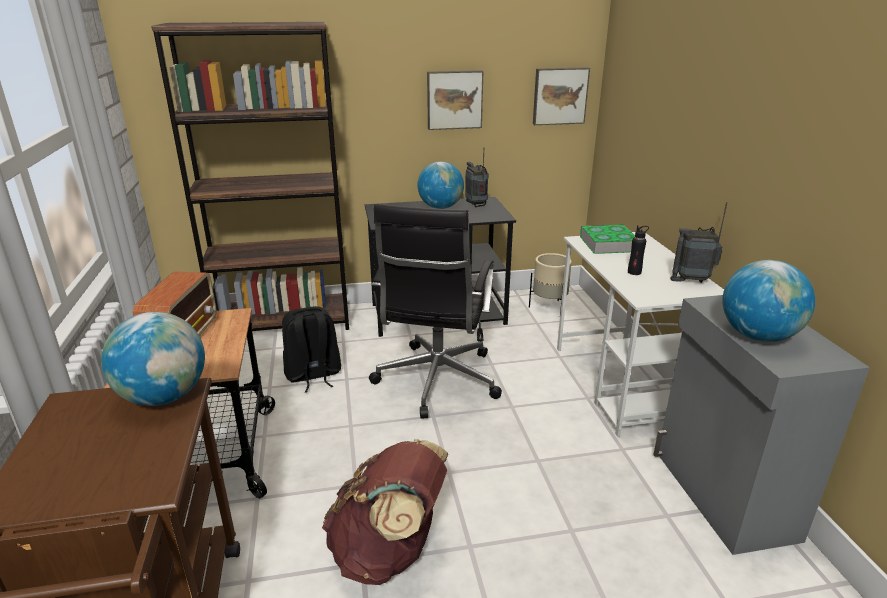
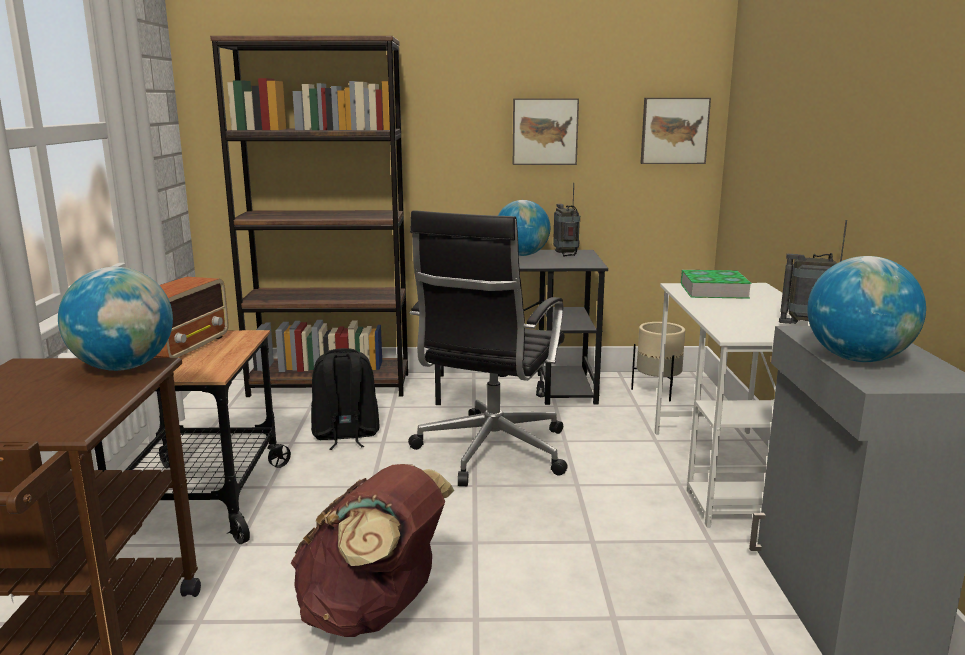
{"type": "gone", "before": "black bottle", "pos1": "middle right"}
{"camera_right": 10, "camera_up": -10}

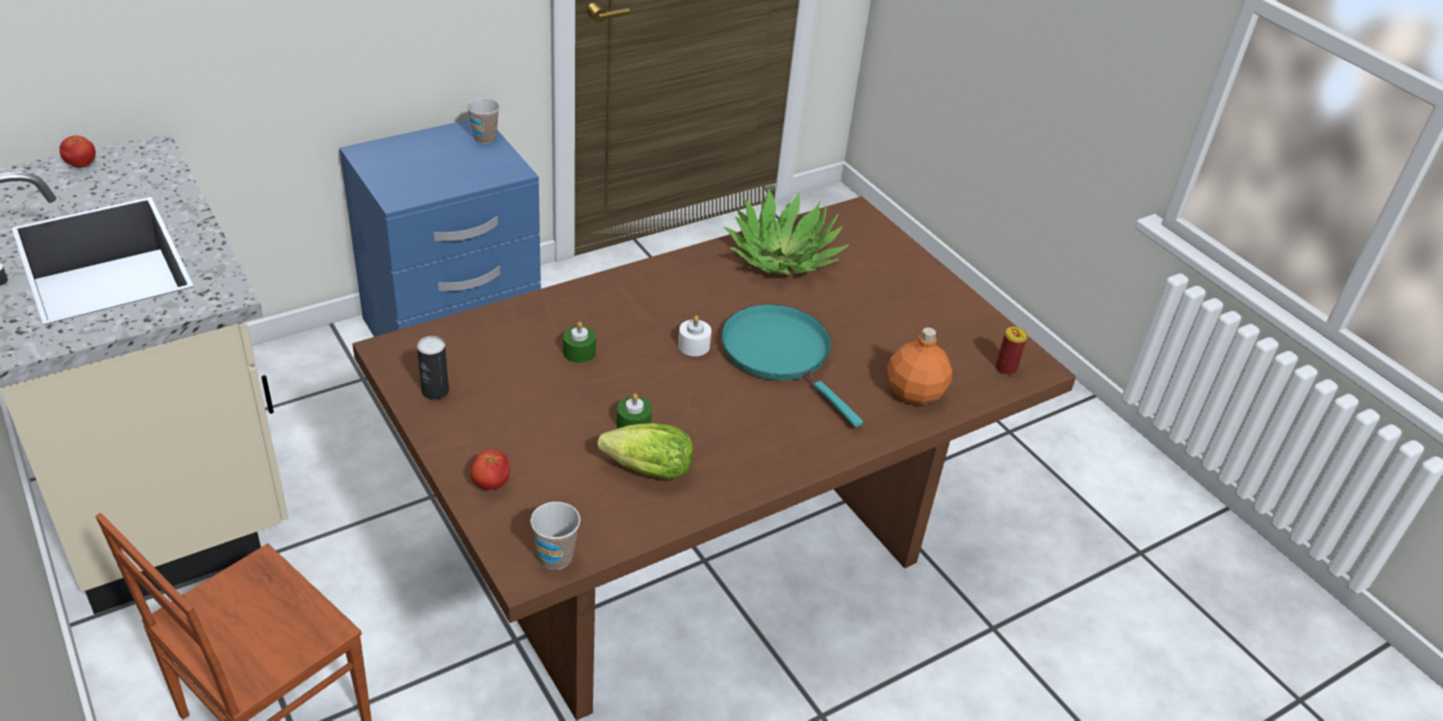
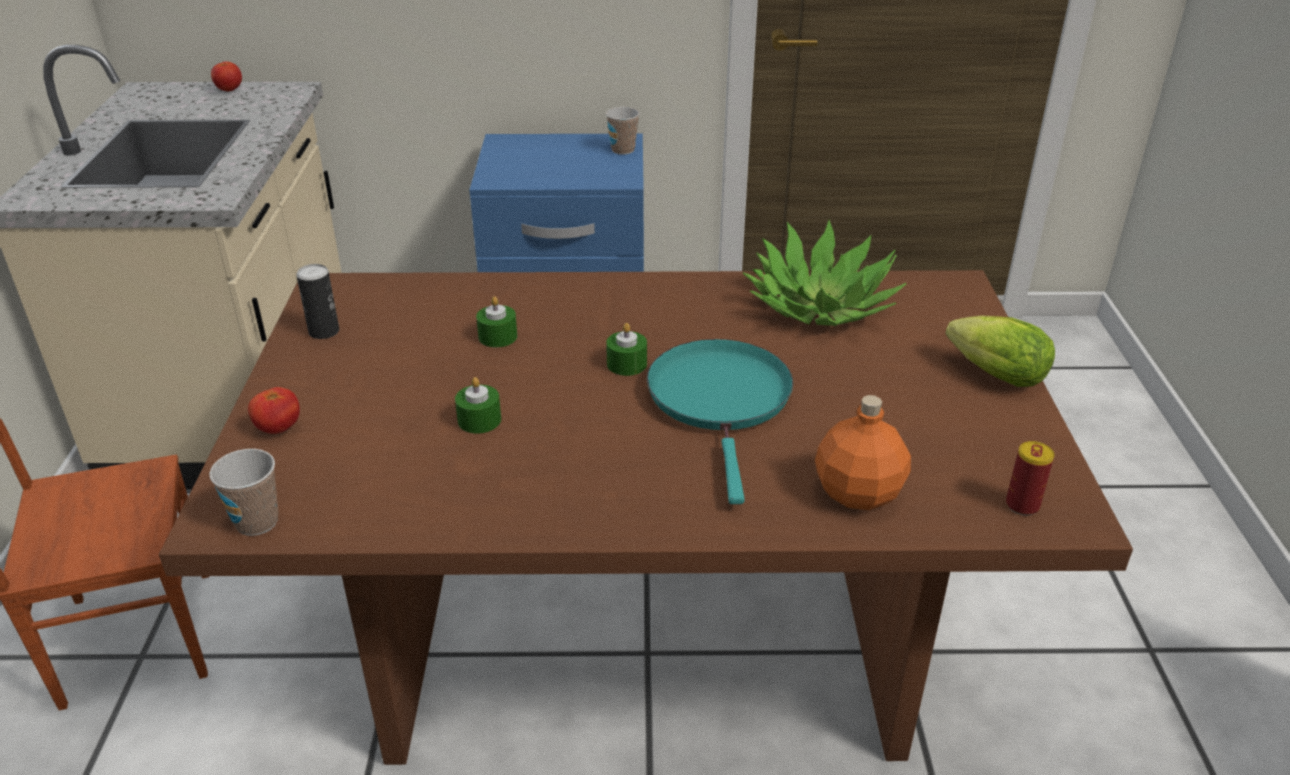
{"type": "repainted", "before": "white candle", "after": "green candle (no. 3 from left)", "pos1": "centre", "pos2": "centre"}
{"type": "shifted", "before": "lettuce", "pos1": "centre", "pos2": "middle right"}
{"camera_right": 35, "camera_up": -5}

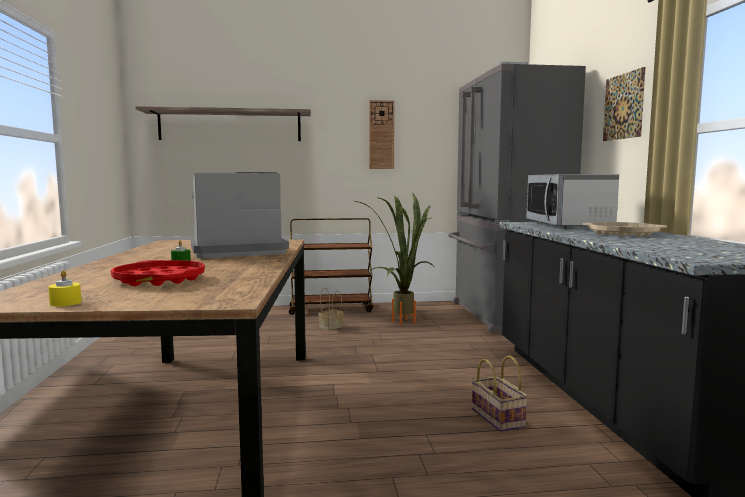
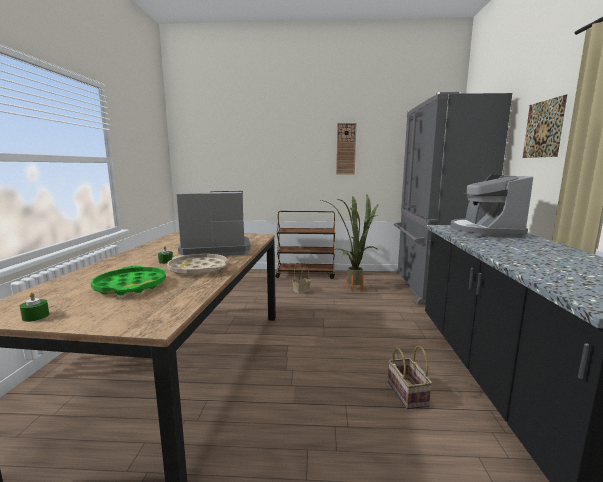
{"type": "gone", "before": "shelf", "pos1": "top left"}
{"type": "swapped", "before": "microwave", "after": "coffee machine (no. 2 from left)", "pos1": "middle right", "pos2": "middle right"}
{"type": "shifted", "before": "beige tray", "pos1": "middle right", "pos2": "middle left"}
{"type": "repainted", "before": "red tray", "after": "green tray", "pos1": "middle left", "pos2": "middle left"}
{"type": "repainted", "before": "yellow candle", "after": "green candle (no. 1 from left)", "pos1": "middle left", "pos2": "middle left"}
{"camera_right": 10, "camera_up": 5}

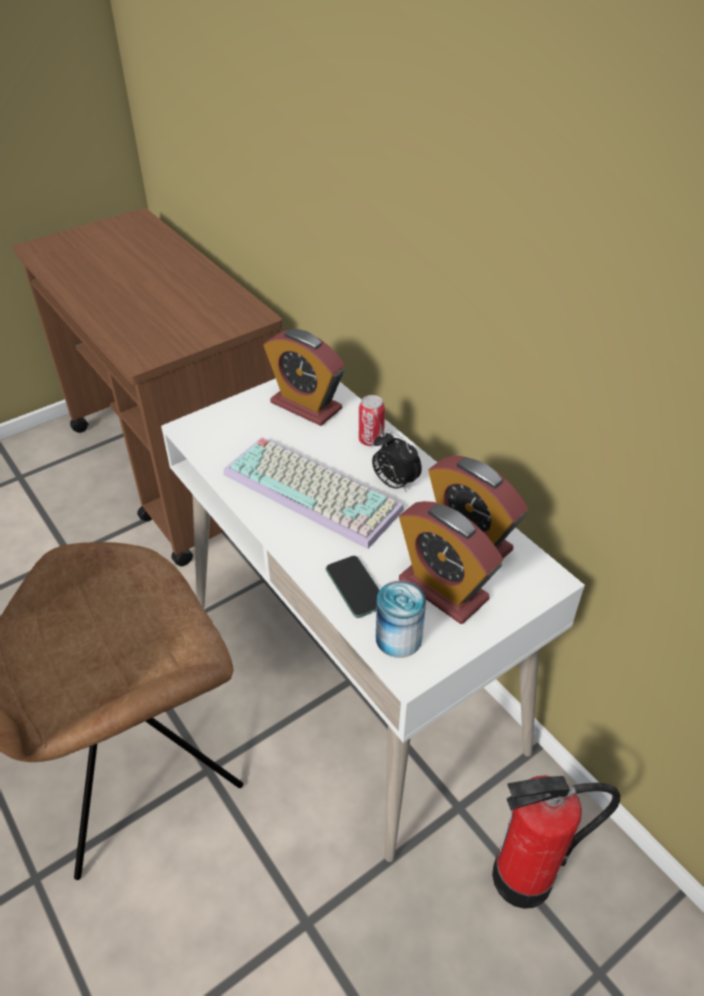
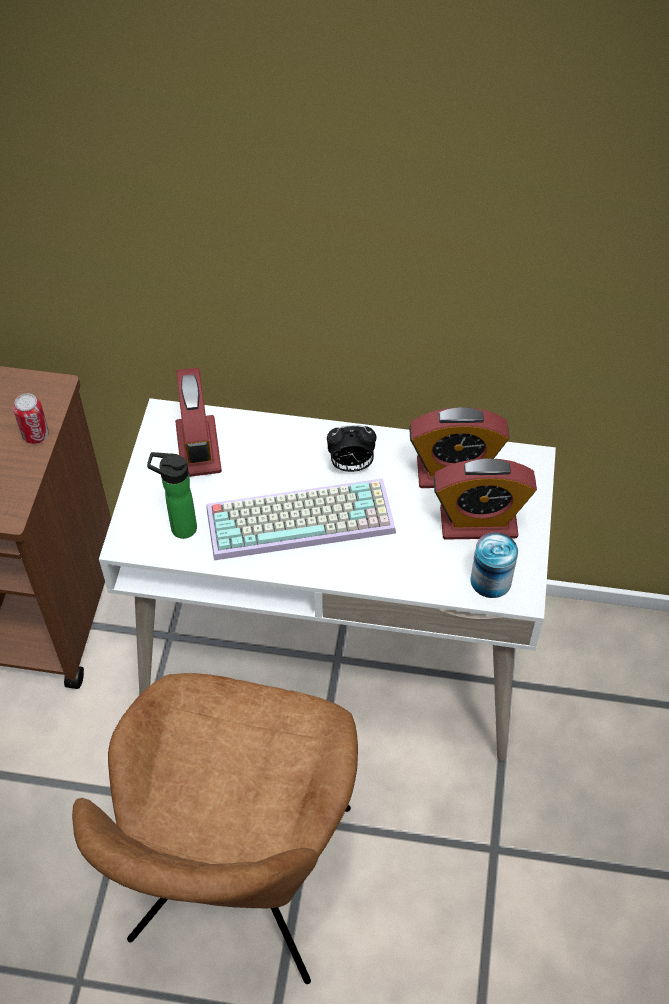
{"type": "rotated", "before": "alarm clock (no. 1 from left)", "pos1": "centre", "pos2": "middle left", "turn": 90}
{"type": "shifted", "before": "can (no. 1 from left)", "pos1": "centre", "pos2": "middle left"}
{"type": "gone", "before": "phone", "pos1": "centre"}
{"type": "gone", "before": "fire extinguisher", "pos1": "bottom right"}
{"type": "new", "after": "bottle", "pos2": "middle left"}
{"camera_right": -45, "camera_up": 10}

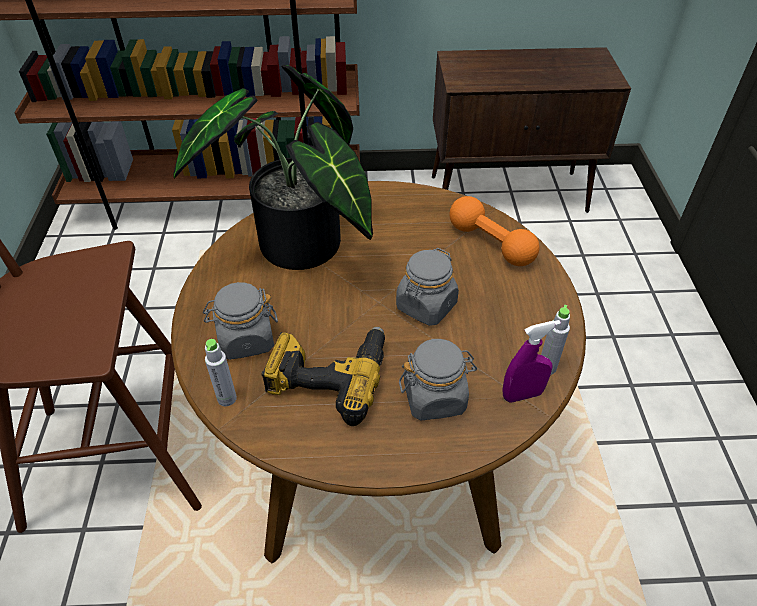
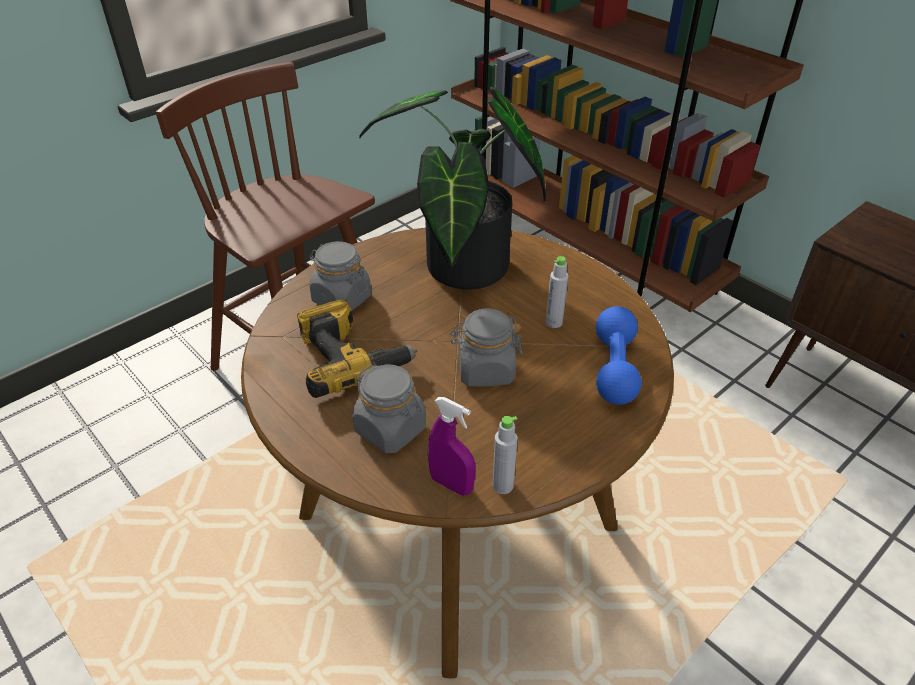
{"type": "repainted", "before": "orange dumbbell", "after": "blue dumbbell", "pos1": "centre", "pos2": "middle right"}
{"type": "shifted", "before": "grey bottle (no. 1 from left in the first image)", "after": "grey bottle (no. 2 from left)", "pos1": "middle left", "pos2": "centre"}
{"camera_right": 50, "camera_up": -5}

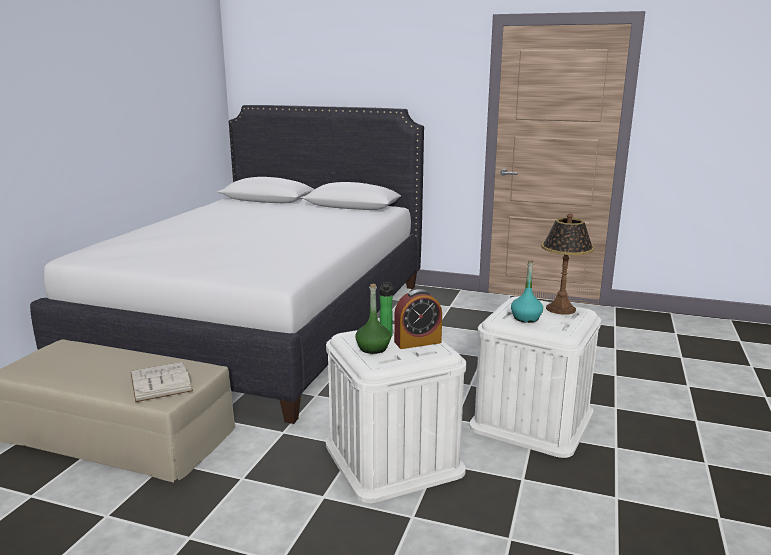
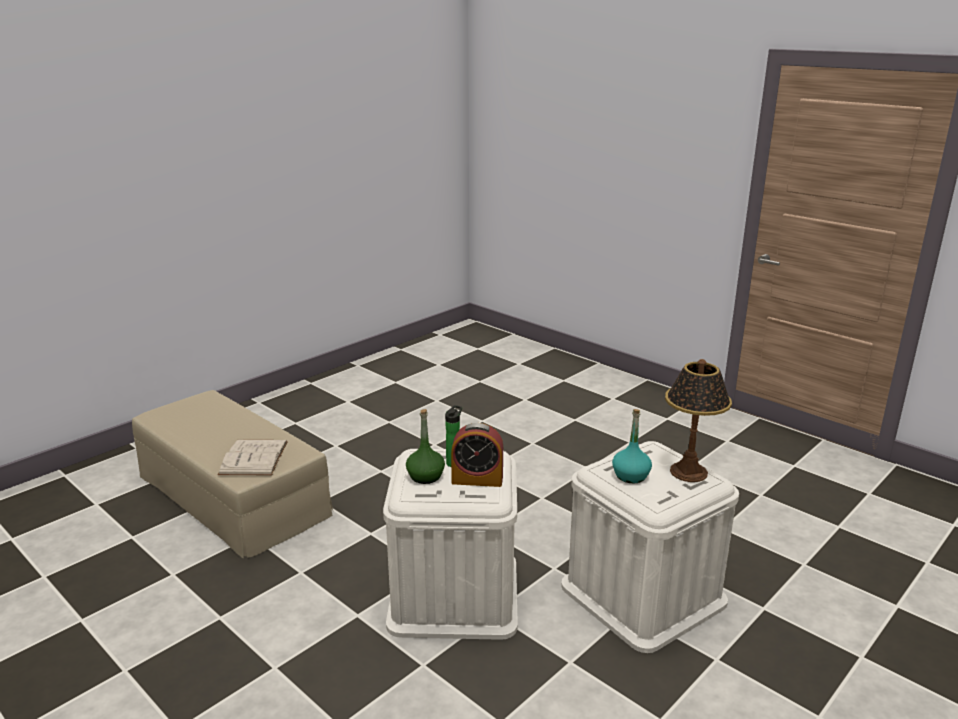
{"type": "gone", "before": "white bed", "pos1": "middle left"}
{"camera_right": 25, "camera_up": 5}

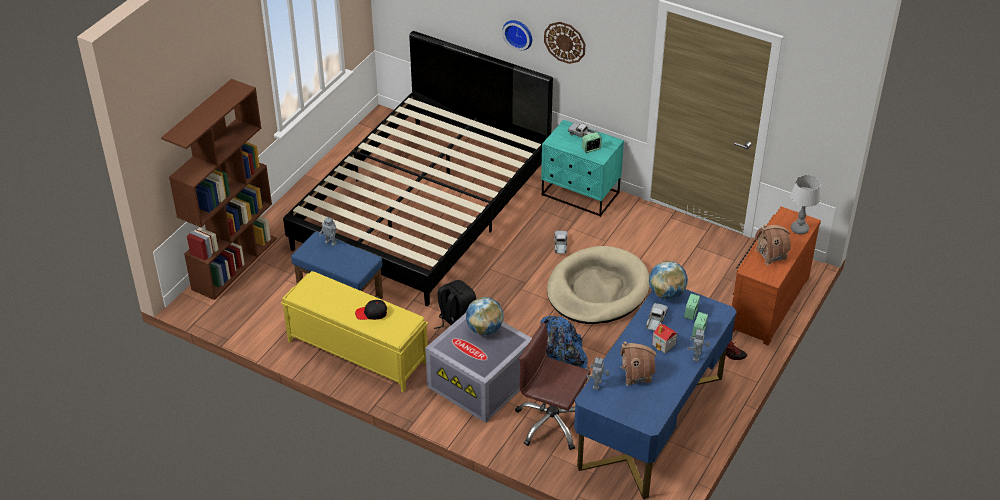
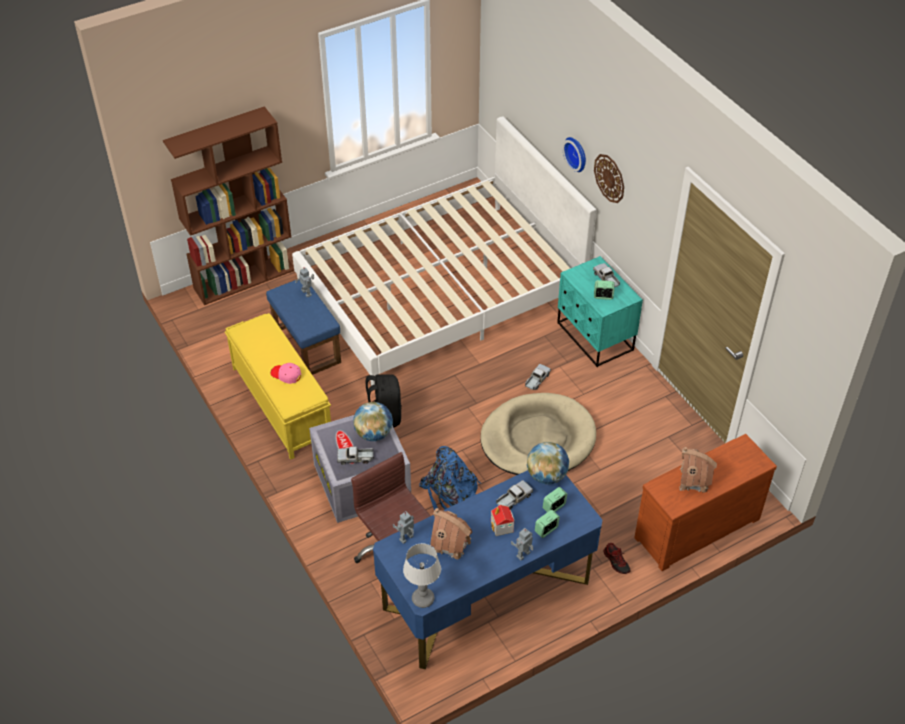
{"type": "repainted", "before": "black bed", "after": "white bed", "pos1": "centre", "pos2": "centre"}
{"type": "shifted", "before": "table lamp", "pos1": "middle right", "pos2": "bottom centre"}
{"type": "repainted", "before": "black cap", "after": "pink cap", "pos1": "centre", "pos2": "middle left"}
{"type": "new", "after": "toy truck (no. 1 from left)", "pos2": "centre"}
{"camera_right": 30, "camera_up": 5}

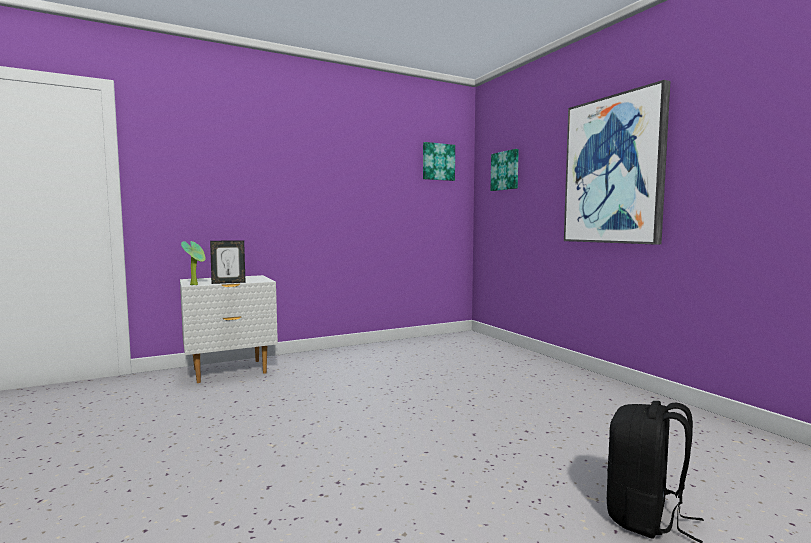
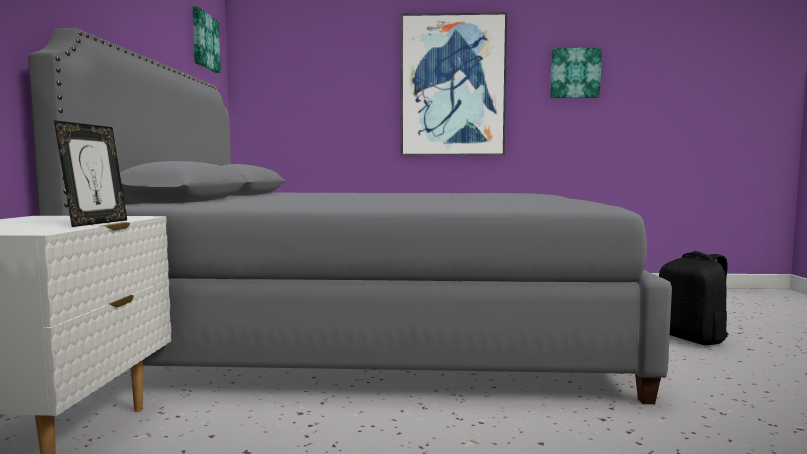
{"type": "shifted", "before": "picture (no. 2 from left in the first image)", "after": "picture (no. 3 from left)", "pos1": "top centre", "pos2": "top right"}
{"type": "gone", "before": "potted plant", "pos1": "middle left"}
{"type": "new", "after": "grey bed", "pos2": "centre"}
{"camera_right": -60, "camera_up": 0}

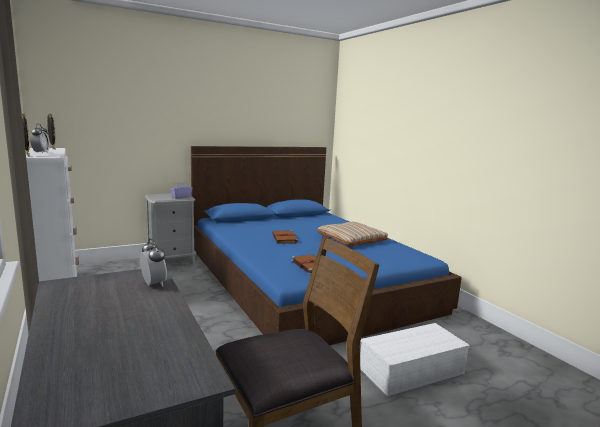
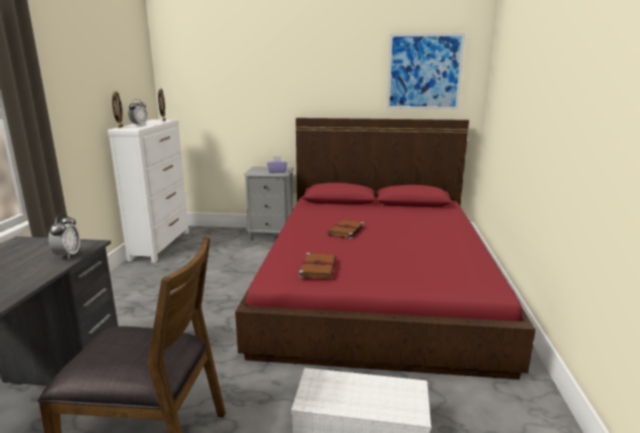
{"type": "repainted", "before": "blue bed", "after": "red bed", "pos1": "centre", "pos2": "centre"}
{"type": "gone", "before": "beige pillow", "pos1": "centre"}
{"type": "new", "after": "picture", "pos2": "top centre"}
{"camera_right": 35, "camera_up": 5}

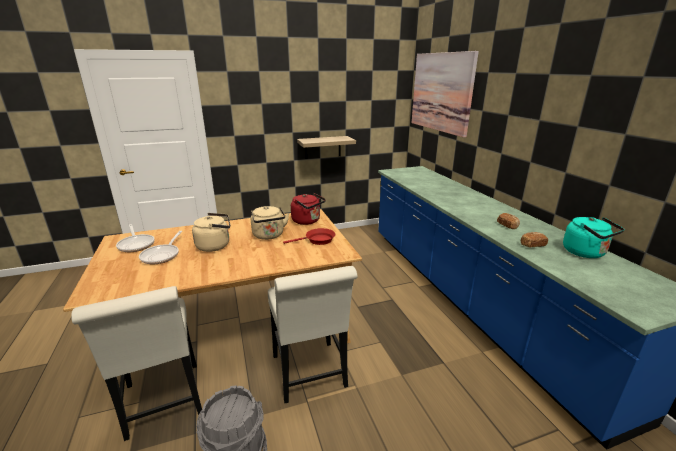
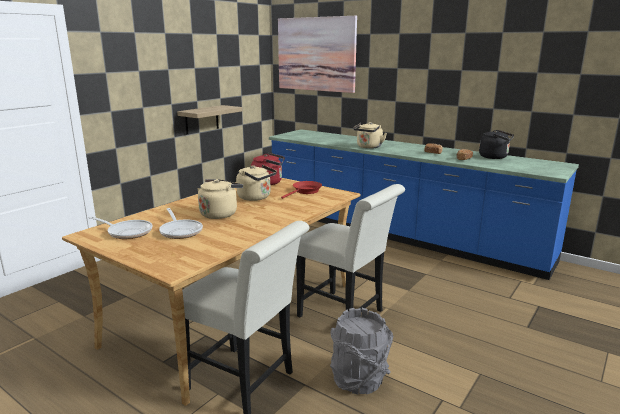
{"type": "repainted", "before": "turquoise kettle", "after": "black kettle", "pos1": "middle right", "pos2": "middle right"}
{"type": "new", "after": "beige kettle (no. 3 from left)", "pos2": "top centre"}
{"camera_right": -35, "camera_up": -5}

